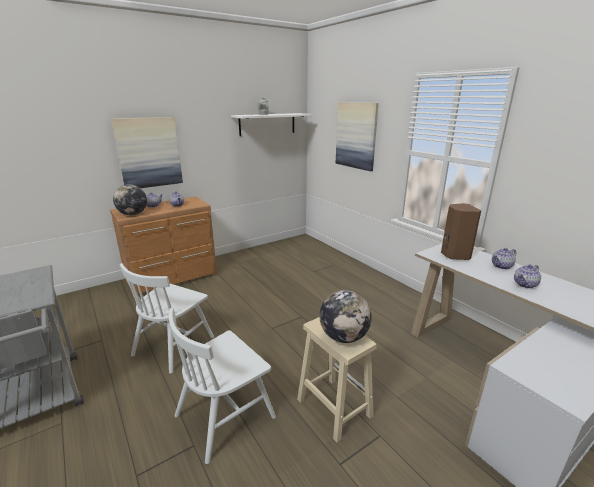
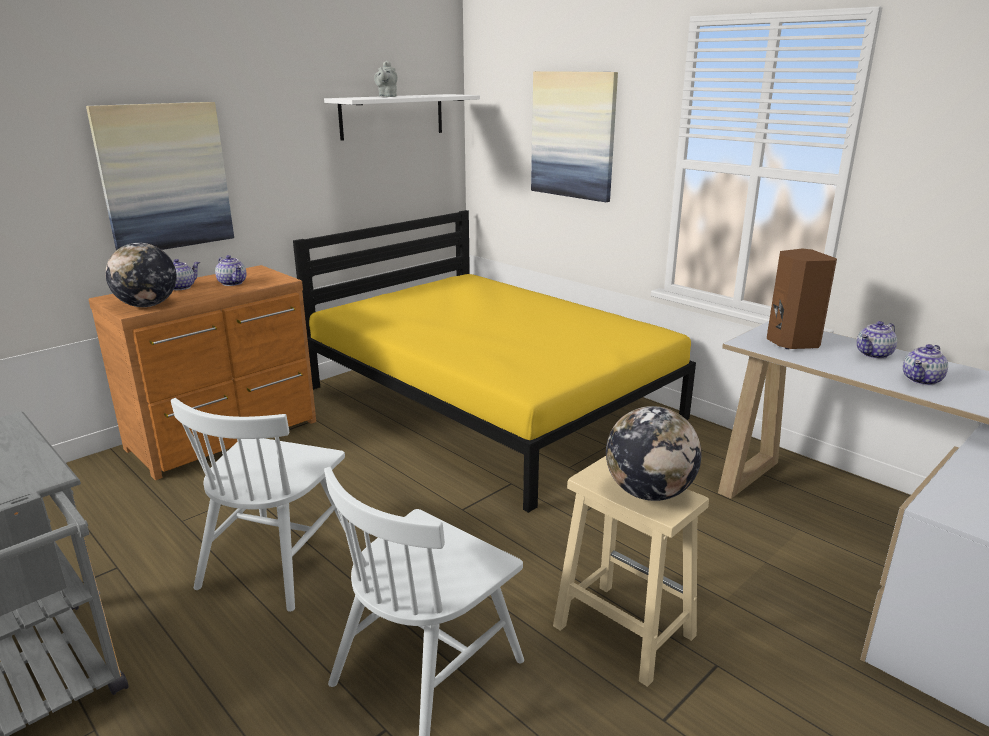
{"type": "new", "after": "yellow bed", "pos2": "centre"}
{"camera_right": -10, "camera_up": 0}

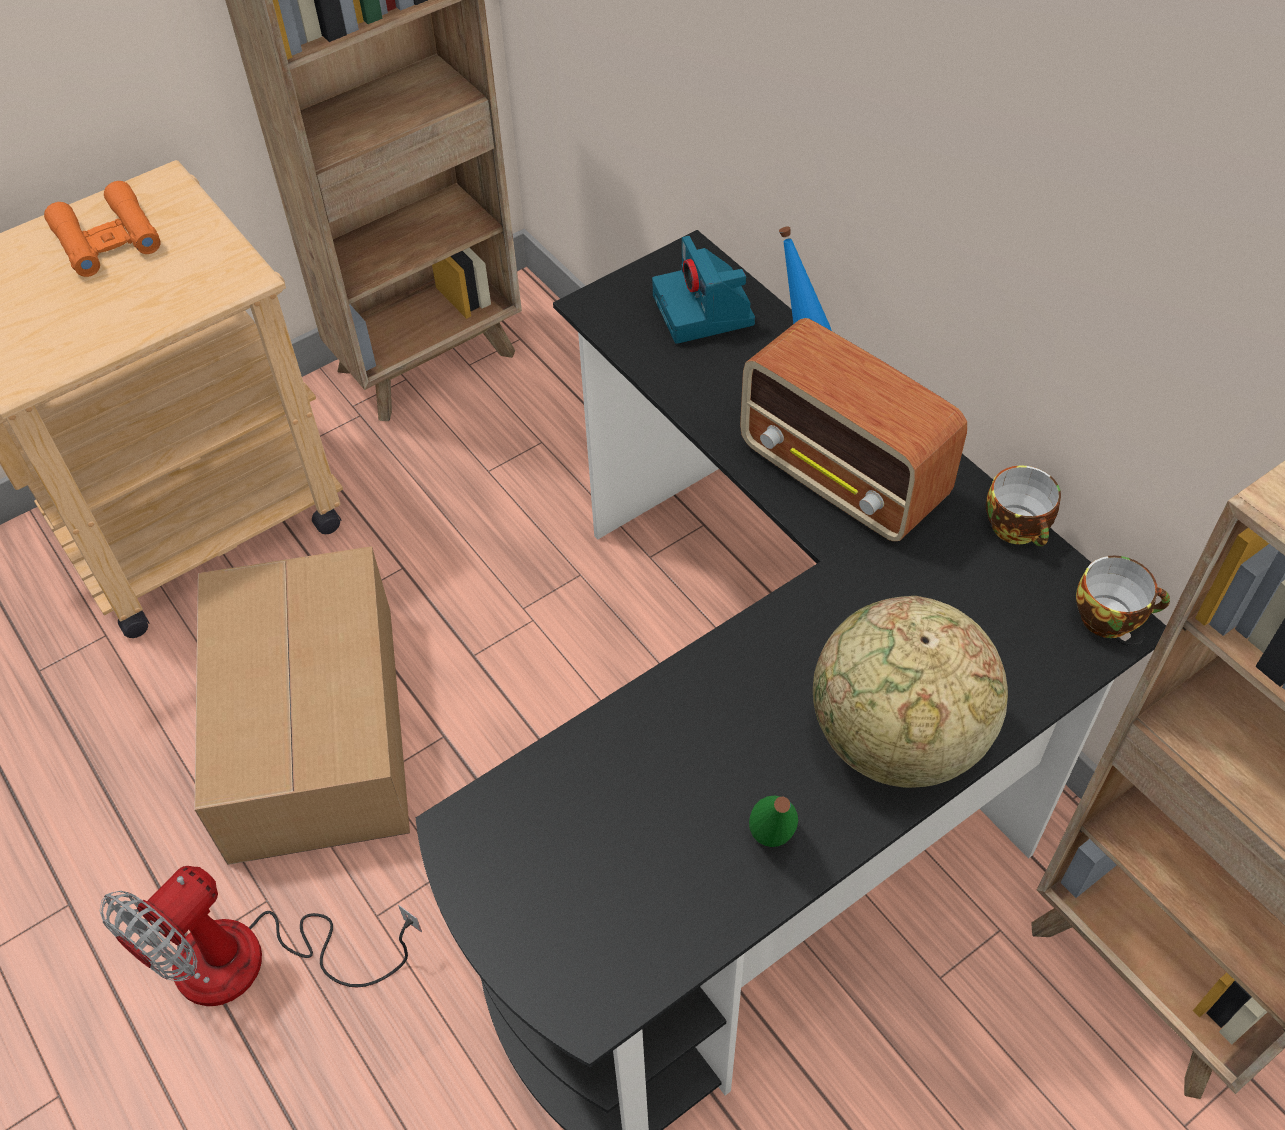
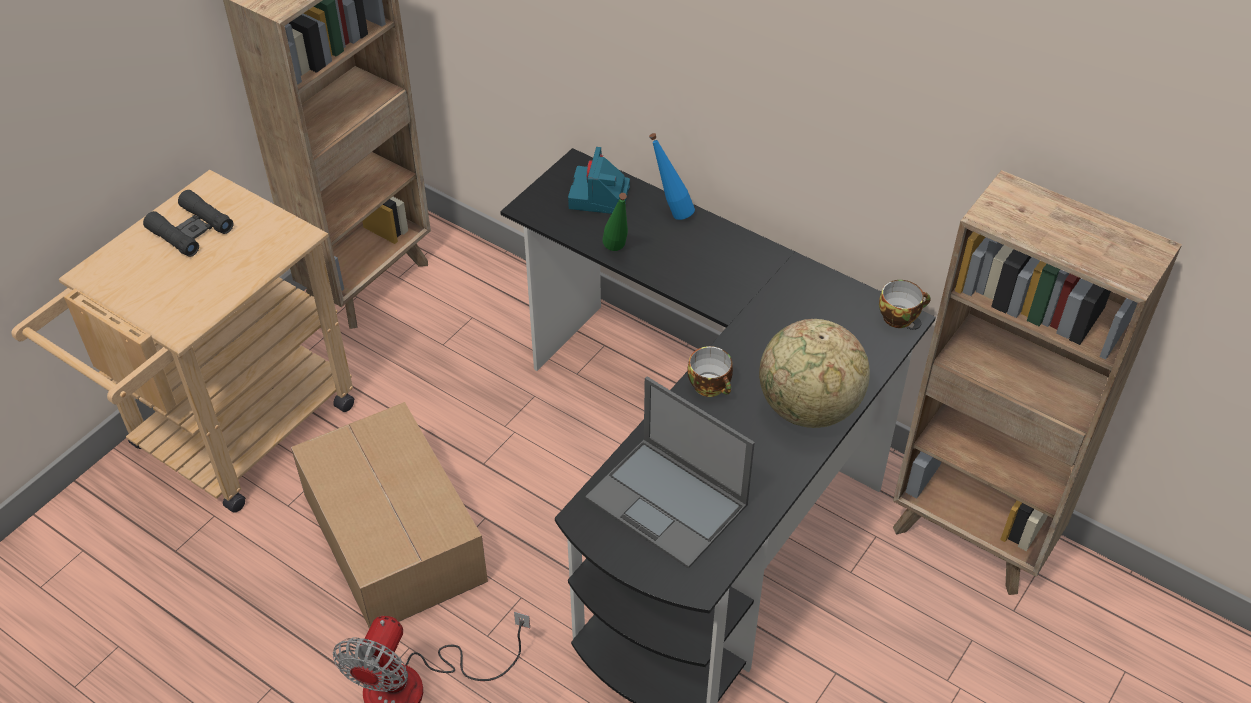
{"type": "repainted", "before": "orange binoculars", "after": "black binoculars", "pos1": "top left", "pos2": "top left"}
{"type": "rotated", "before": "photo camera", "pos1": "top centre", "pos2": "top centre", "turn": 45}
{"type": "gone", "before": "radio", "pos1": "centre"}
{"type": "shifted", "before": "cup (no. 1 from left)", "pos1": "middle right", "pos2": "centre"}
{"type": "shifted", "before": "green bottle", "pos1": "bottom centre", "pos2": "top centre"}
{"type": "new", "after": "laptop", "pos2": "bottom centre"}
{"camera_right": -20, "camera_up": -5}

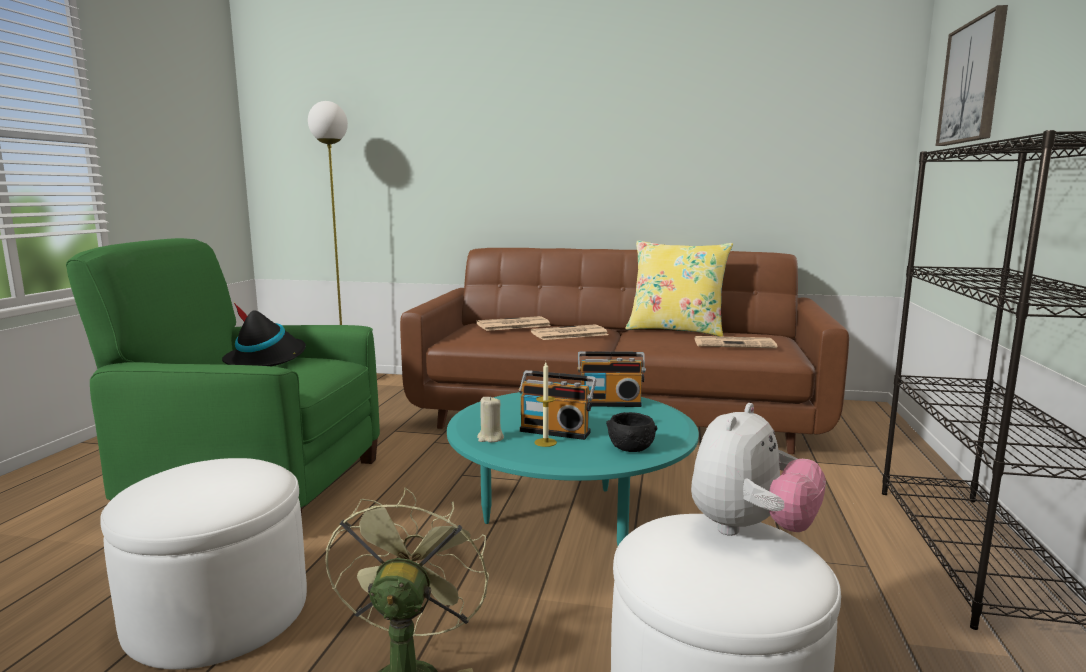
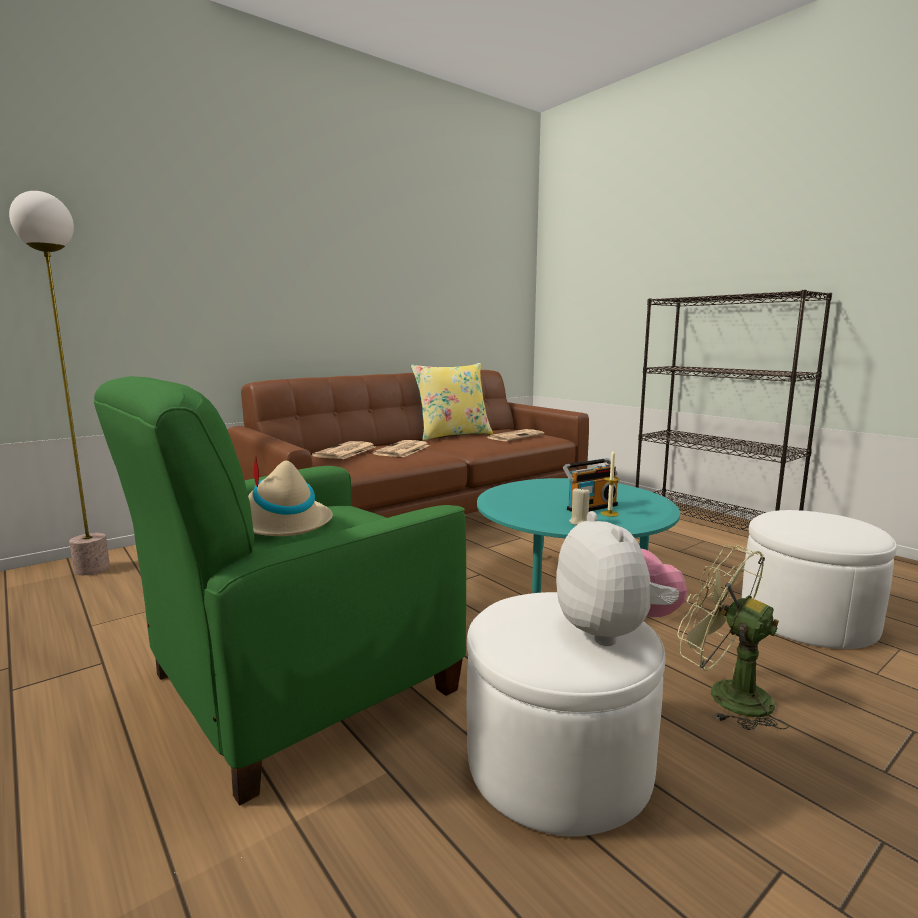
{"type": "gone", "before": "picture", "pos1": "top right"}
{"type": "repainted", "before": "black hat", "after": "beige hat", "pos1": "middle left", "pos2": "middle left"}
{"type": "gone", "before": "radio (no. 2 from left)", "pos1": "centre"}
{"type": "shifted", "before": "plush toy", "pos1": "bottom right", "pos2": "middle right"}
{"type": "gone", "before": "black bowl", "pos1": "centre"}
{"camera_right": -50, "camera_up": 0}

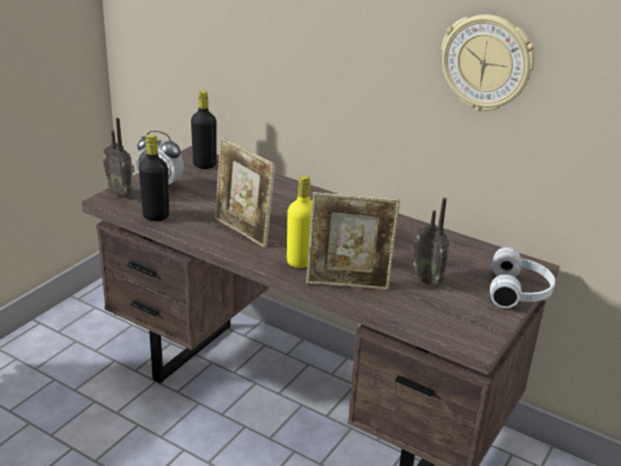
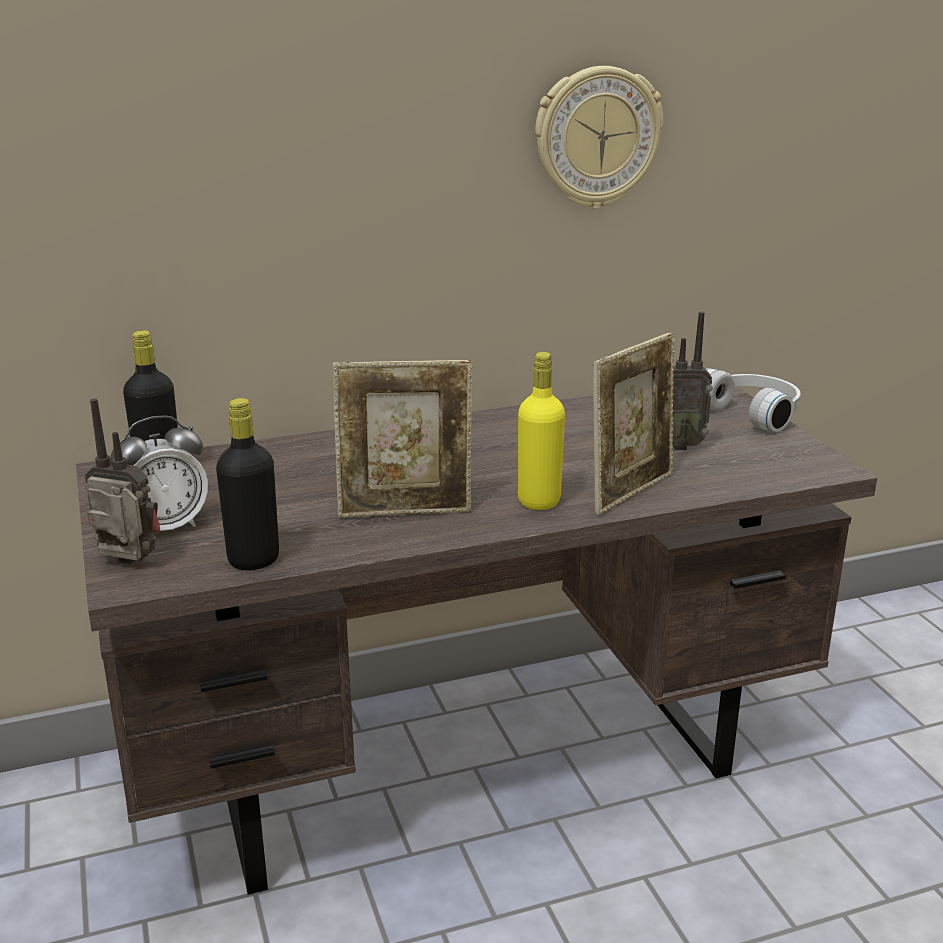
{"type": "rotated", "before": "radio (no. 1 from left)", "pos1": "middle left", "pos2": "middle left", "turn": -150}
{"camera_right": -50, "camera_up": -5}

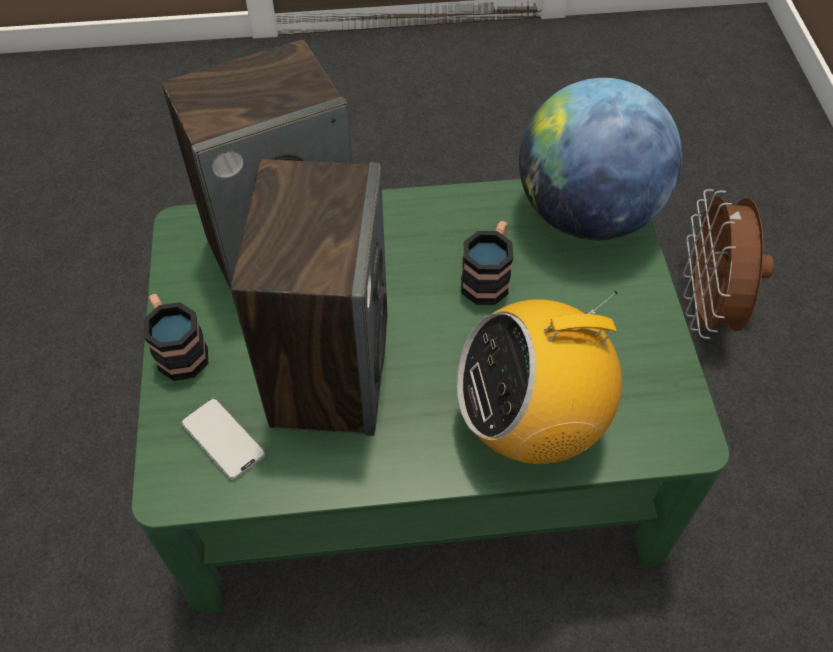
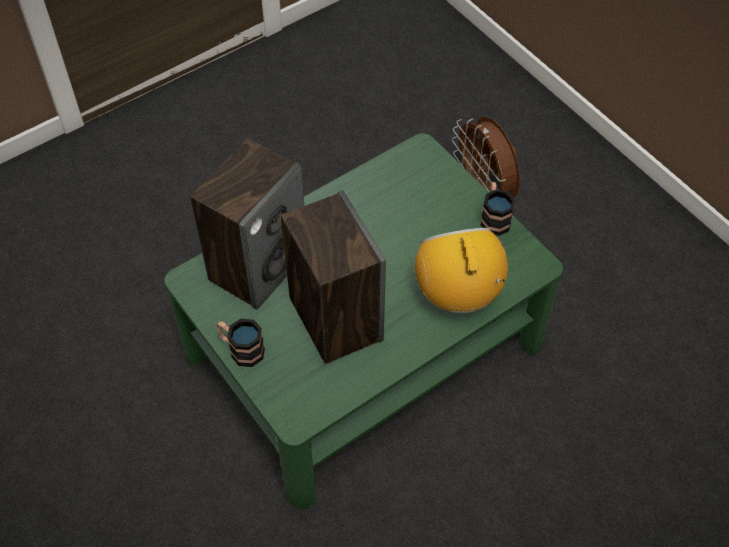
{"type": "gone", "before": "globe", "pos1": "top right"}
{"type": "shifted", "before": "mug (no. 2 from left)", "pos1": "centre", "pos2": "middle right"}
{"type": "rotated", "before": "radio", "pos1": "centre", "pos2": "centre", "turn": 120}
{"type": "gone", "before": "phone", "pos1": "bottom left"}
{"camera_right": -30, "camera_up": 0}

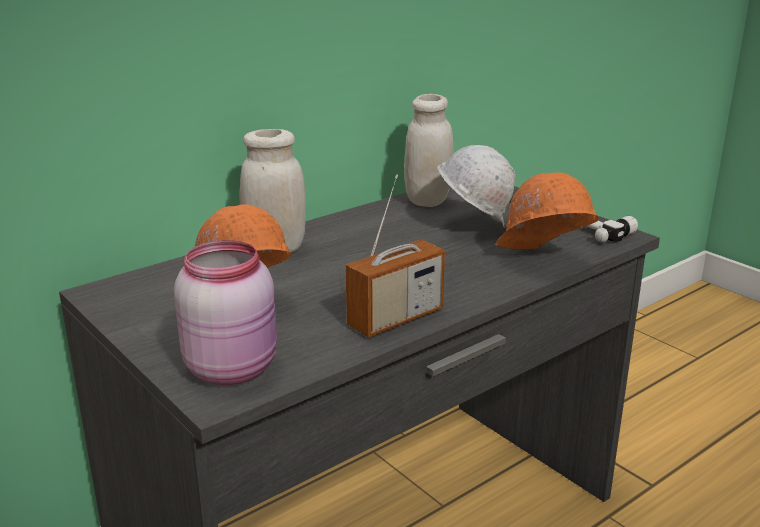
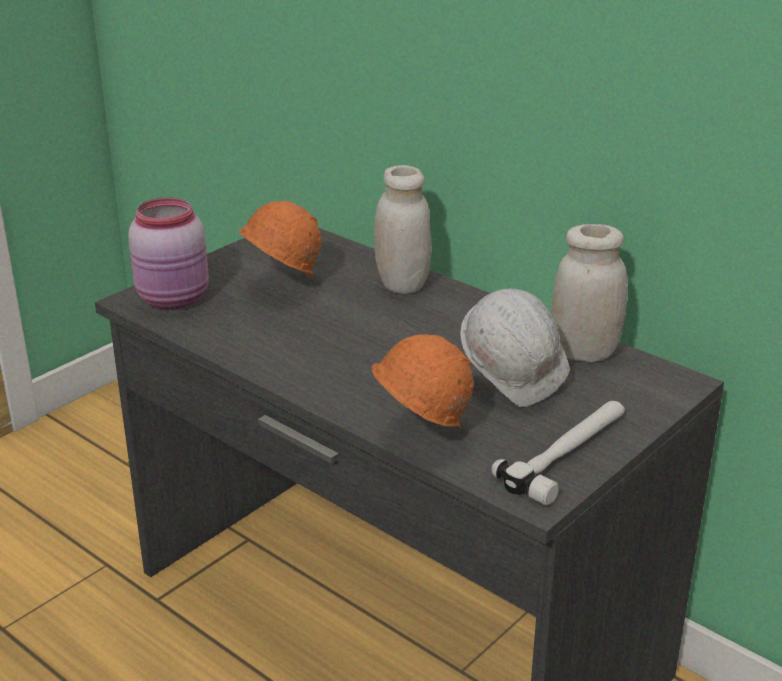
{"type": "gone", "before": "radio", "pos1": "centre"}
{"camera_right": 80, "camera_up": 5}

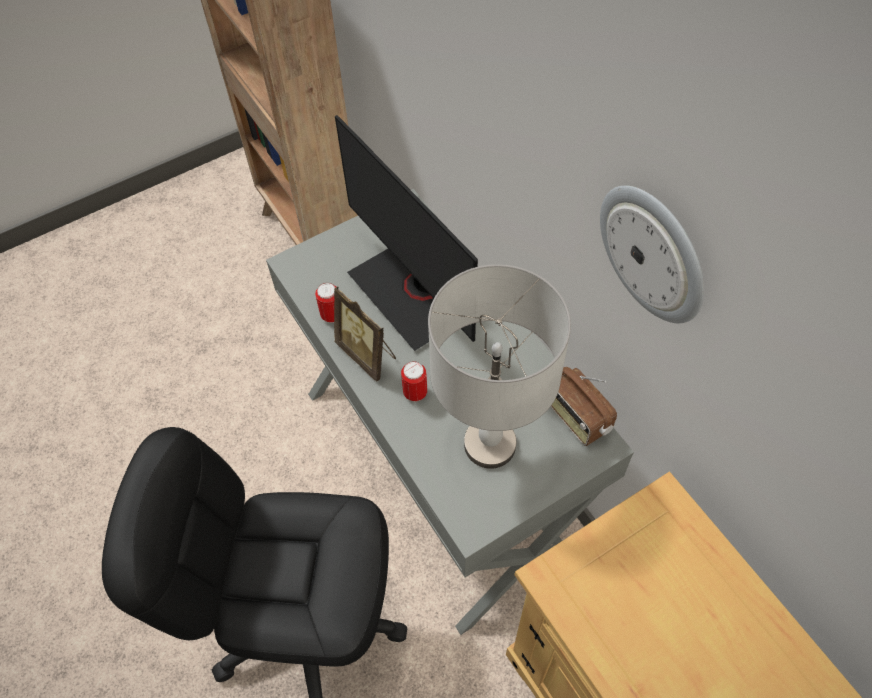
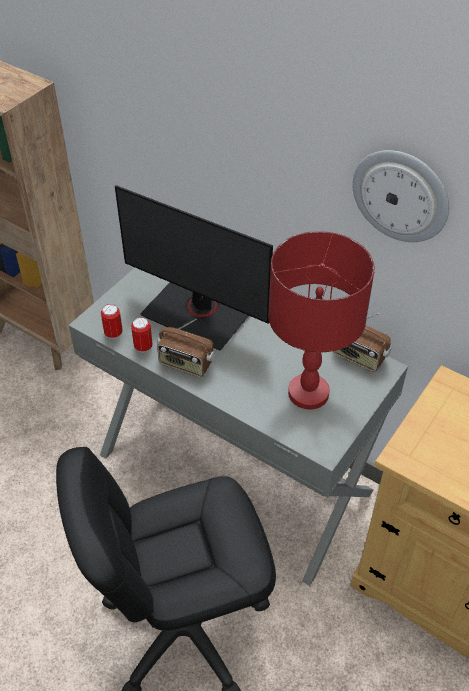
{"type": "repainted", "before": "grey table lamp", "after": "red table lamp", "pos1": "centre", "pos2": "middle right"}
{"type": "swapped", "before": "picture frame", "after": "radio (no. 1 from left)", "pos1": "centre", "pos2": "centre"}
{"type": "shifted", "before": "can (no. 2 from left in the first image)", "after": "can (no. 1 from left)", "pos1": "centre", "pos2": "middle left"}
{"camera_right": -25, "camera_up": -10}

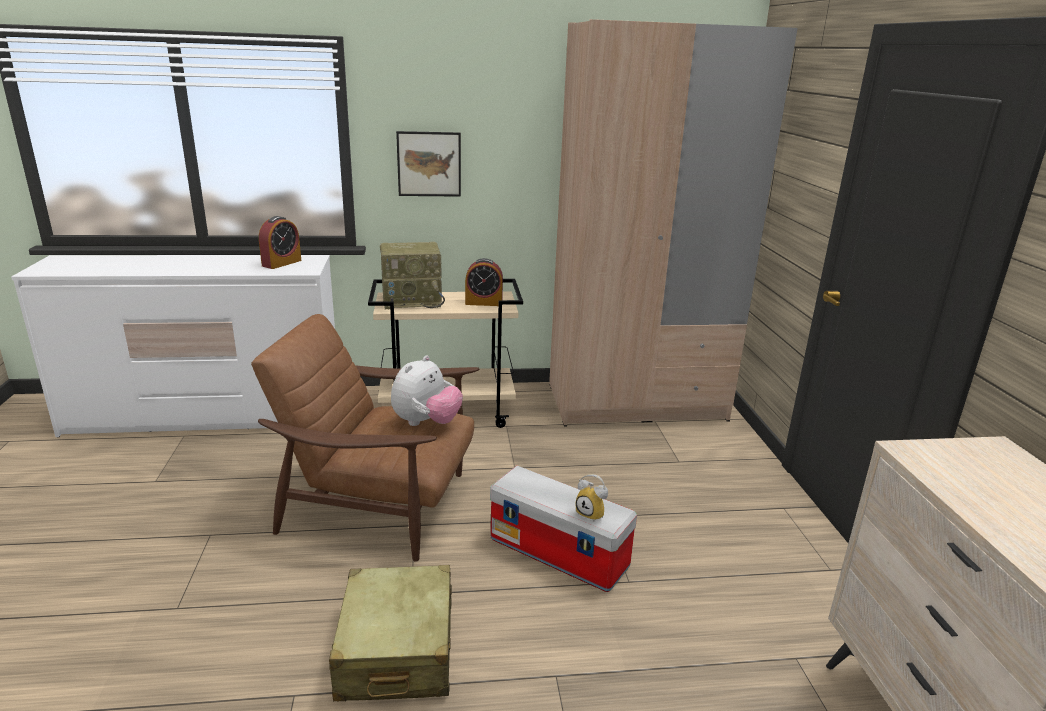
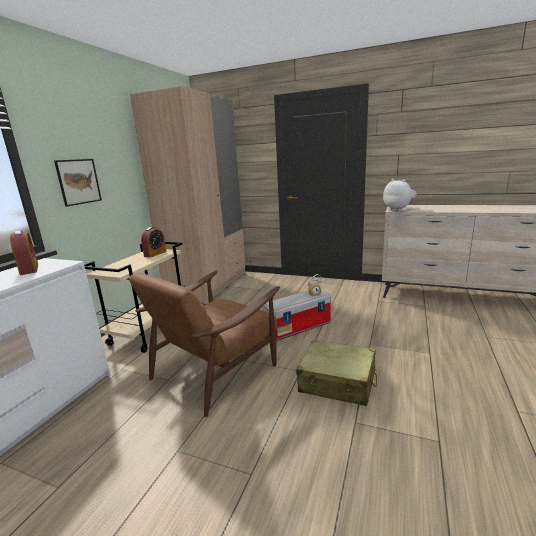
{"type": "gone", "before": "radio", "pos1": "centre"}
{"type": "shifted", "before": "plush toy", "pos1": "centre", "pos2": "middle right"}
{"camera_right": -60, "camera_up": -5}

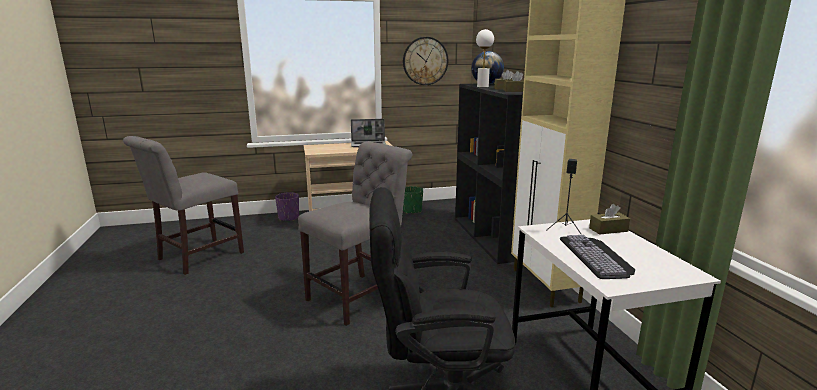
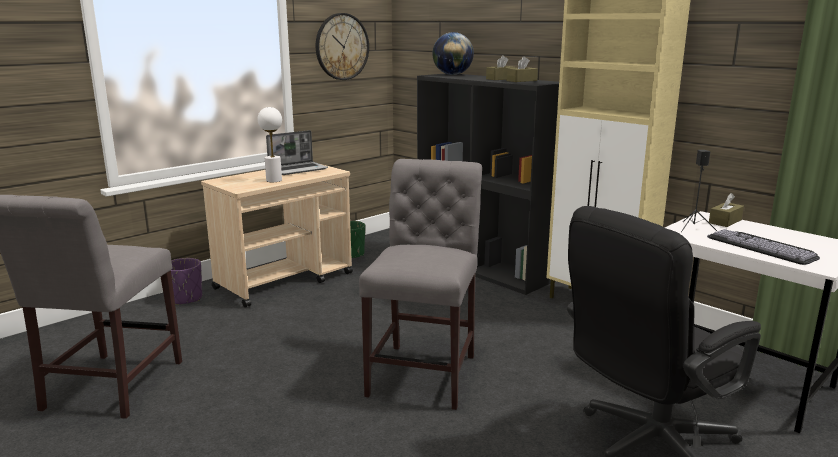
{"type": "shifted", "before": "white table lamp", "pos1": "top centre", "pos2": "top left"}
{"camera_right": -30, "camera_up": 0}

